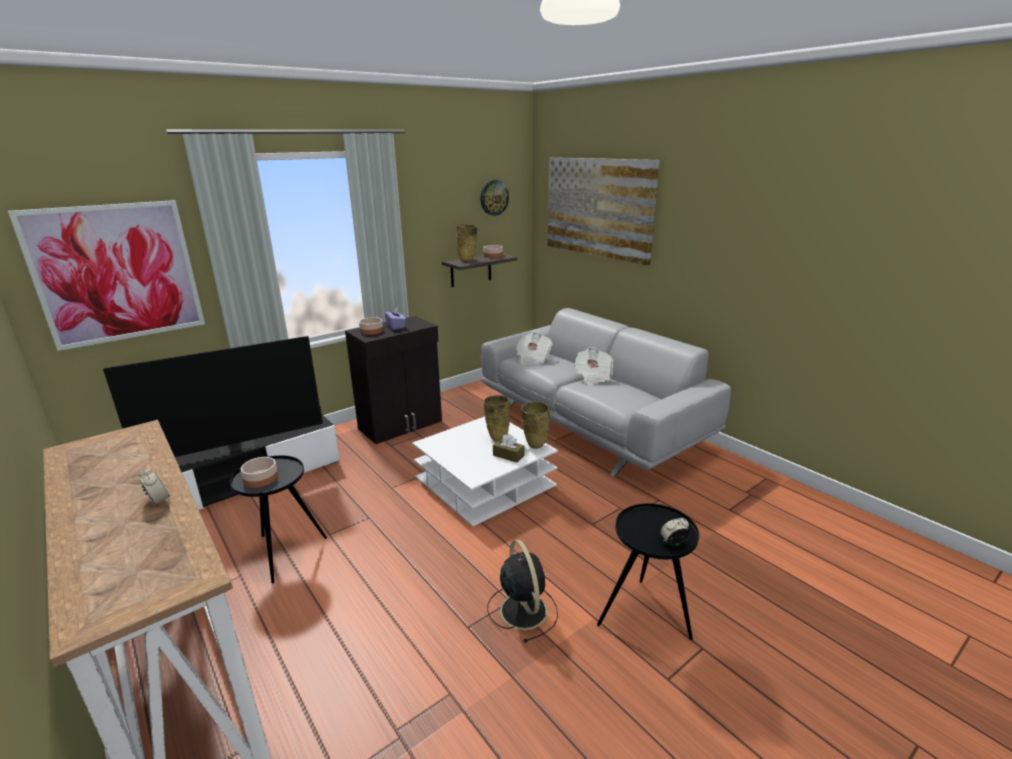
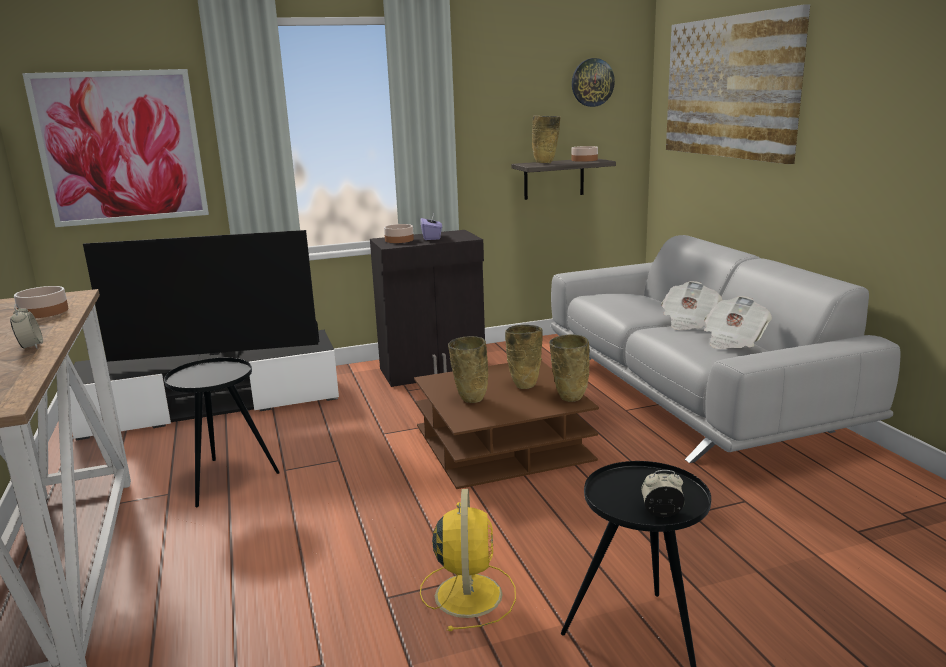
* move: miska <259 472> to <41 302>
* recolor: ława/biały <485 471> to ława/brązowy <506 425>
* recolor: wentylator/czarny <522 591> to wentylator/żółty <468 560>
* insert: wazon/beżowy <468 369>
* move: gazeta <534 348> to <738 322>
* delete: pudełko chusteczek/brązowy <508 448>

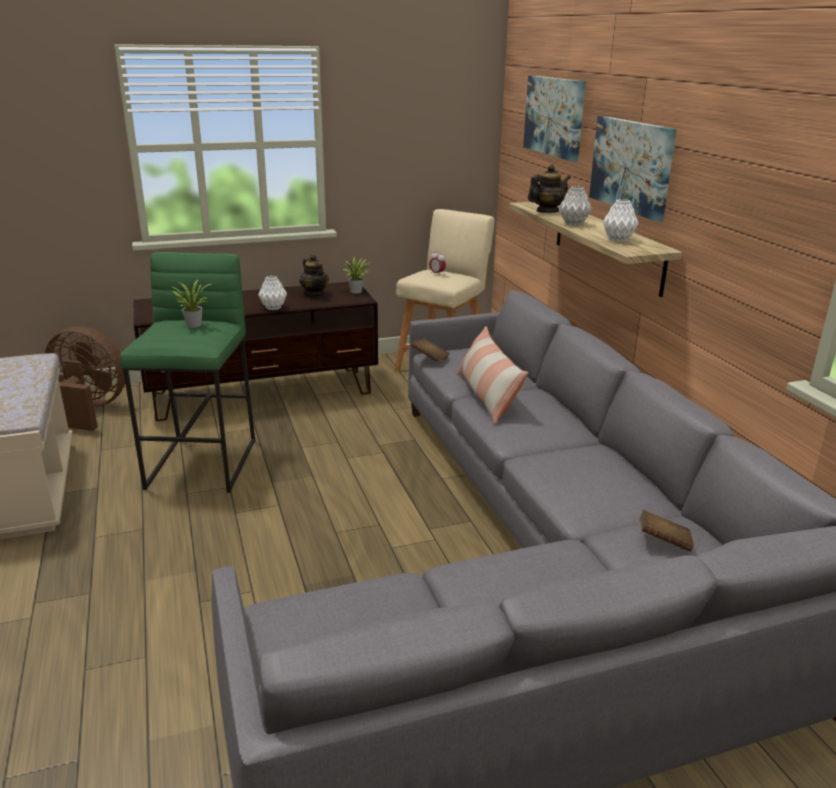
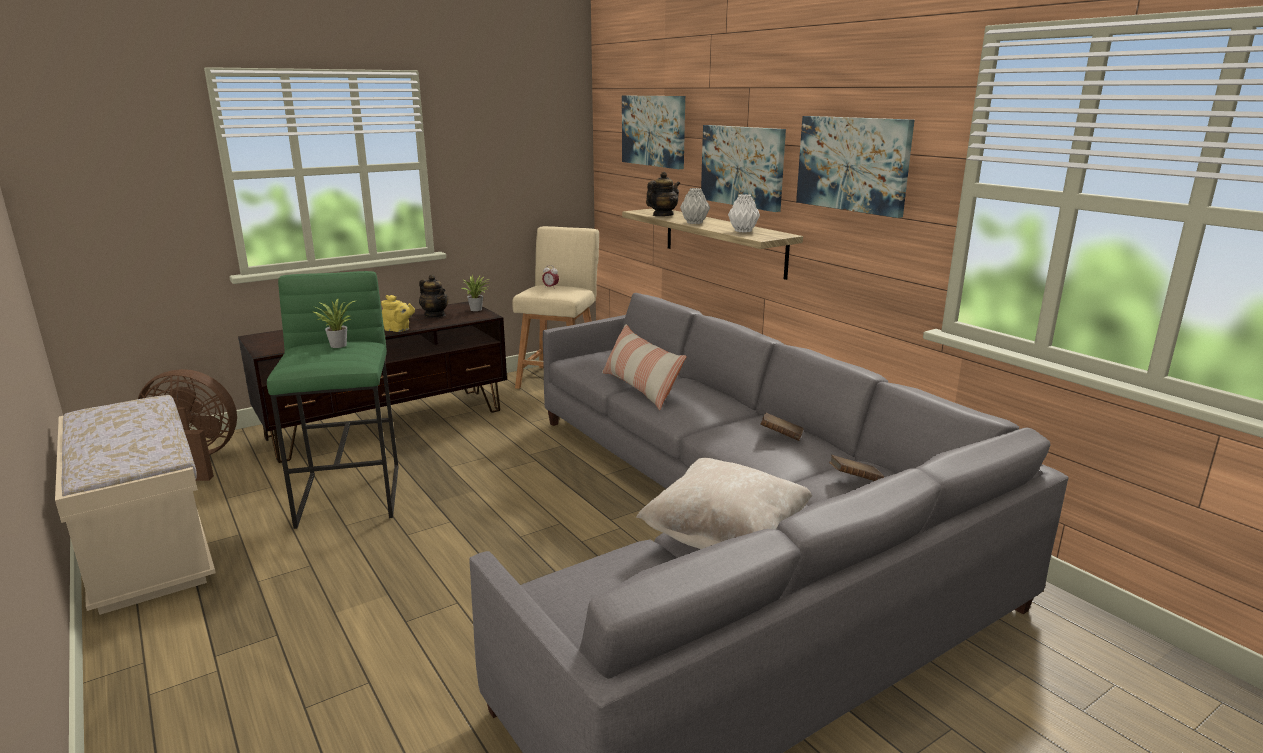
* replace: wazon/biały <272 293> to imbryk/żółty <398 313>
* insert: poduszka/beżowy <724 503>
* move: książka/brązowy <430 350> to <782 427>
* insert: obraz <855 167>

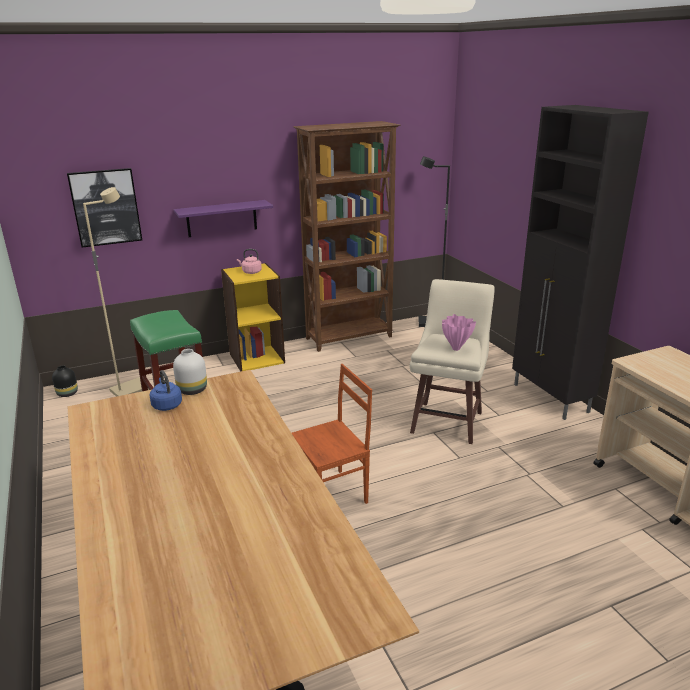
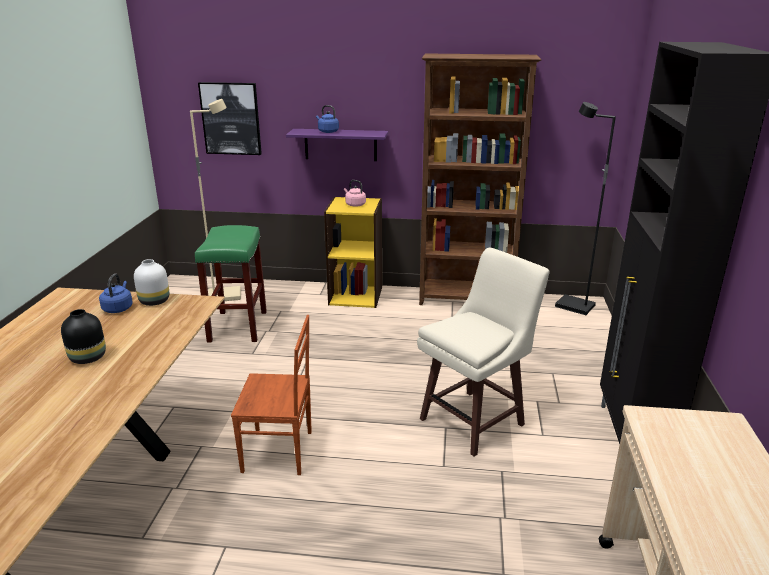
* move: wazon/czarny <65 381> to <83 336>
* insert: czajnik/niebieski <327 119>
* delete: wazon/różowy <459 332>

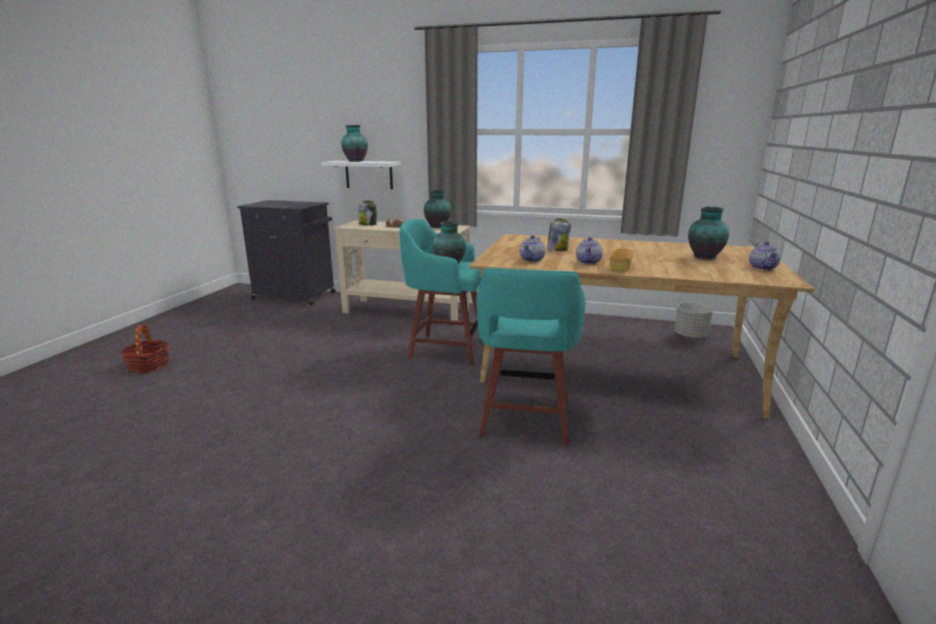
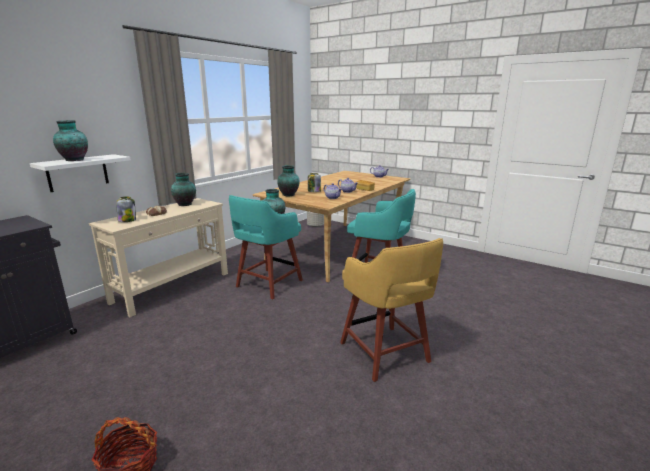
* move: wazon <708 233> to <288 180>
* insert: stołek/żółty <391 310>

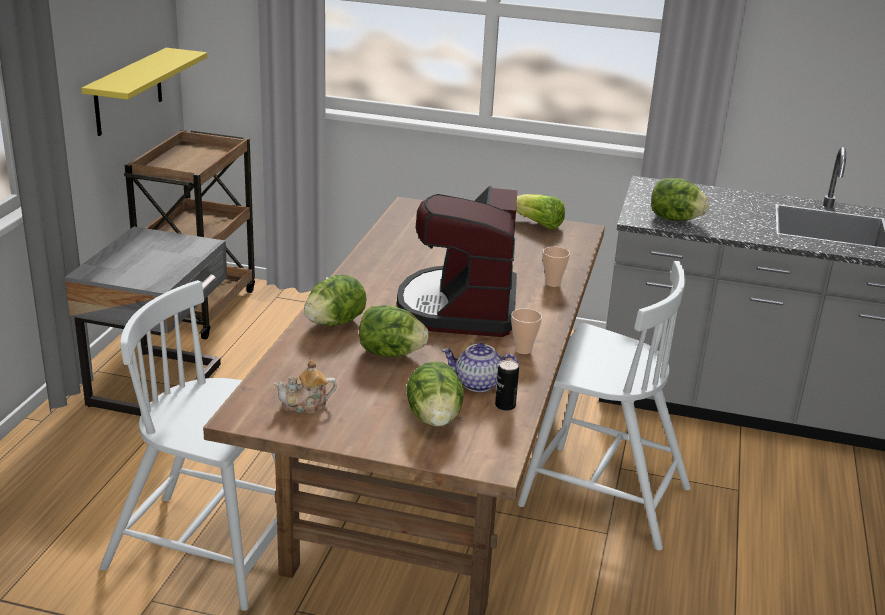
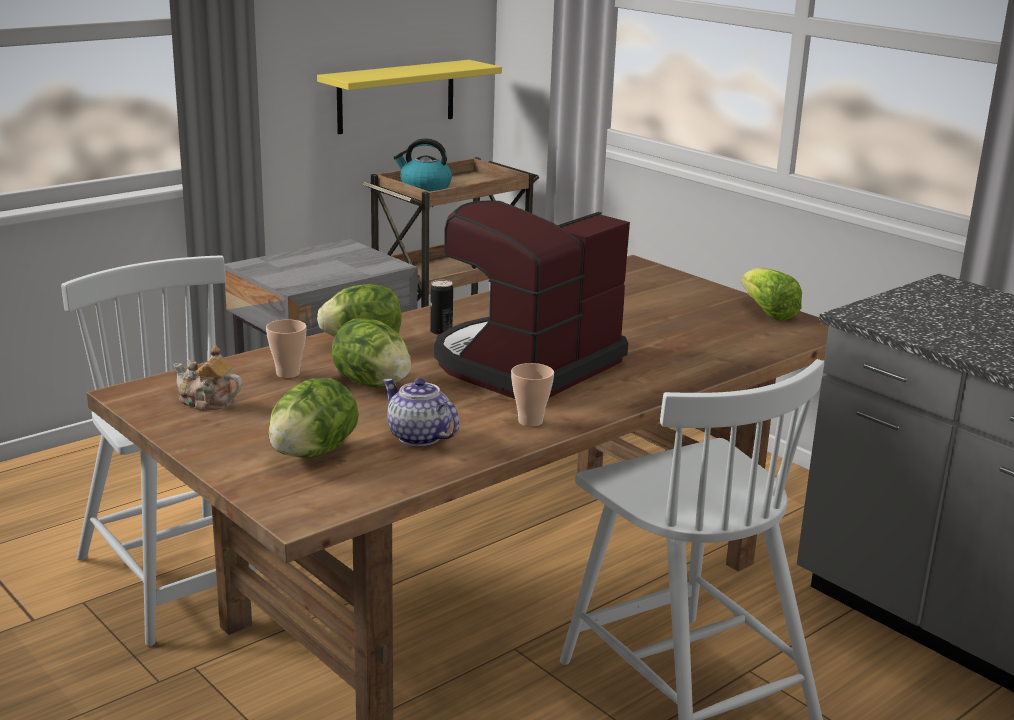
* move: filiżanka <556 267> to <286 349>
* insert: czajnik <422 165>
* move: puszka <507 385> to <441 307>
* delete: sałata <680 199>

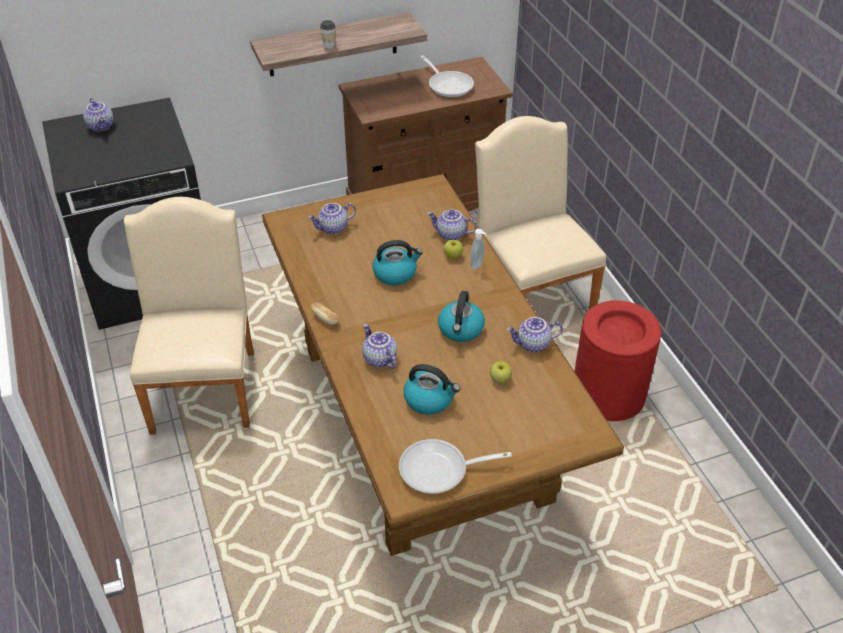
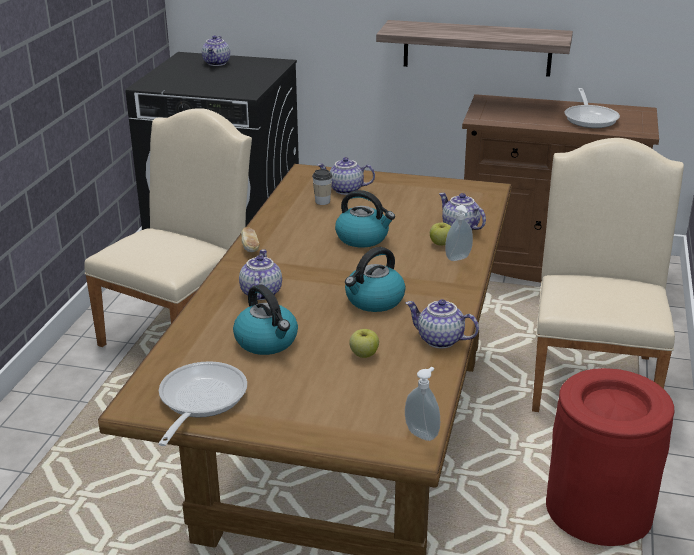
* rotate: patelnia <455 466> = <202 403> 75 degrees clockwise
* move: filiżanka <328 34> to <322 187>
* insert: dozownik mydła <422 404>

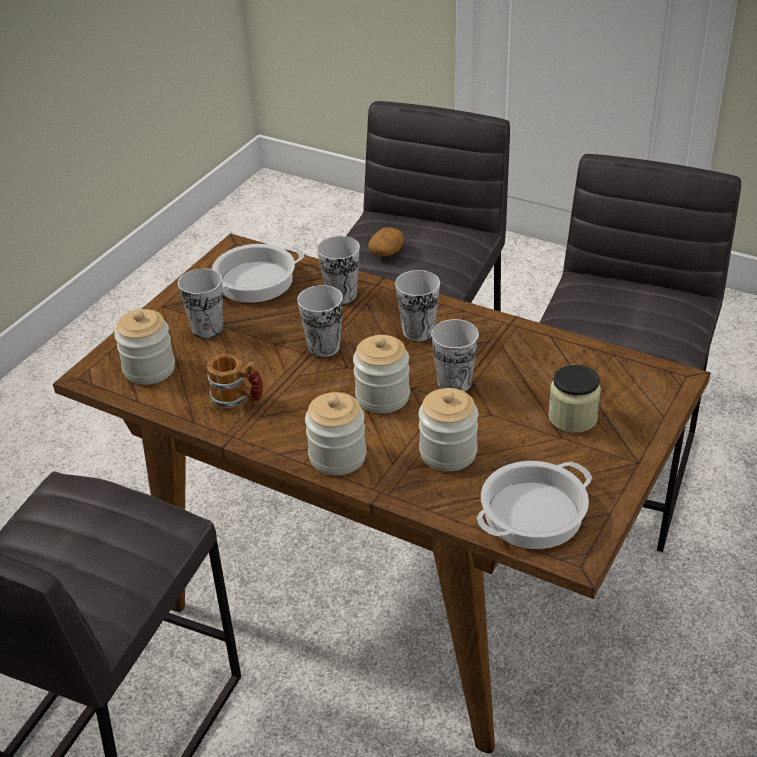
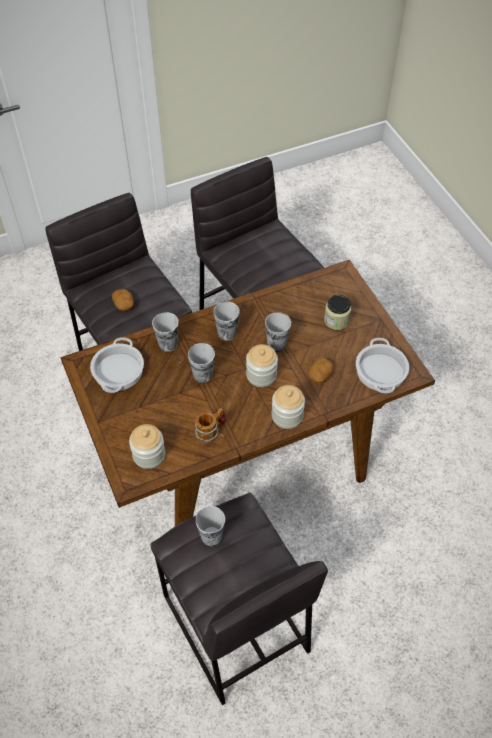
* move: filiżanka <200 303> to <210 526>
* replace: słoik <448 429> to ziemniak <320 370>

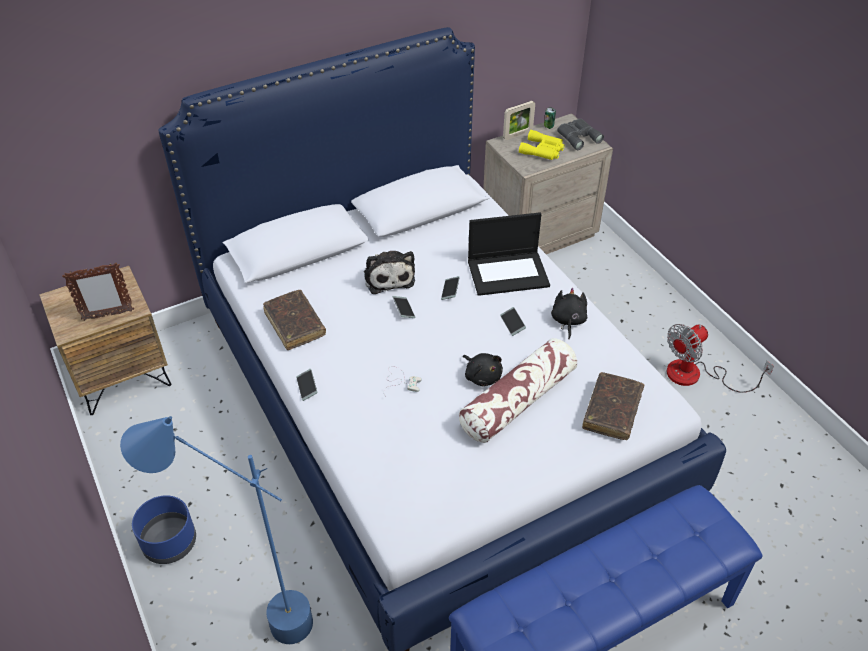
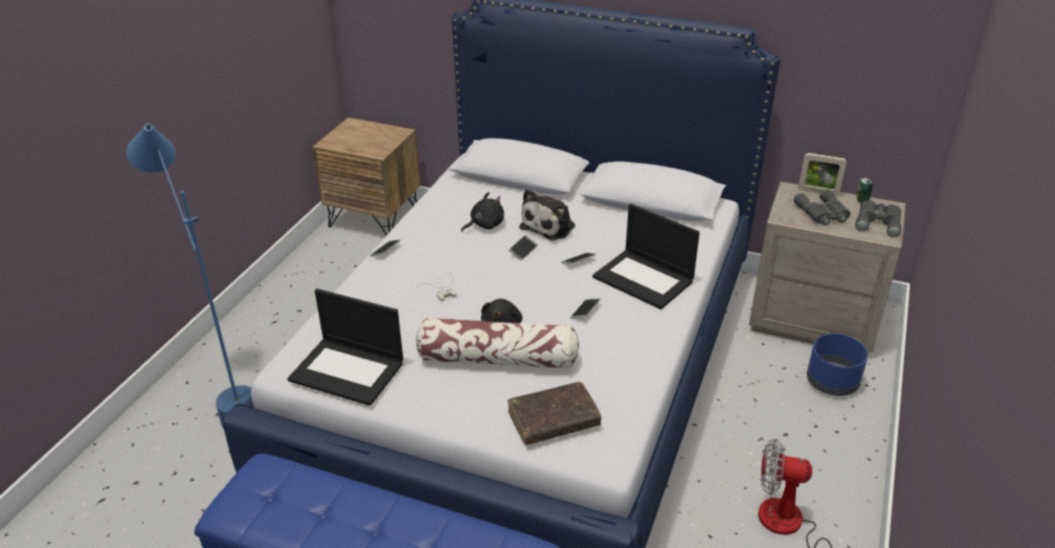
* insert: laptop <345 347>
* move: pluszak/czarny <569 313> to <482 212>
* recolor: lornetka/żółty <542 145> to lornetka/szary <822 207>
* move: donica/niebieski <164 529> to <837 364>
* delete: ramka na zdjęcie <98 292>
* delete: książka/brązowy <294 320>

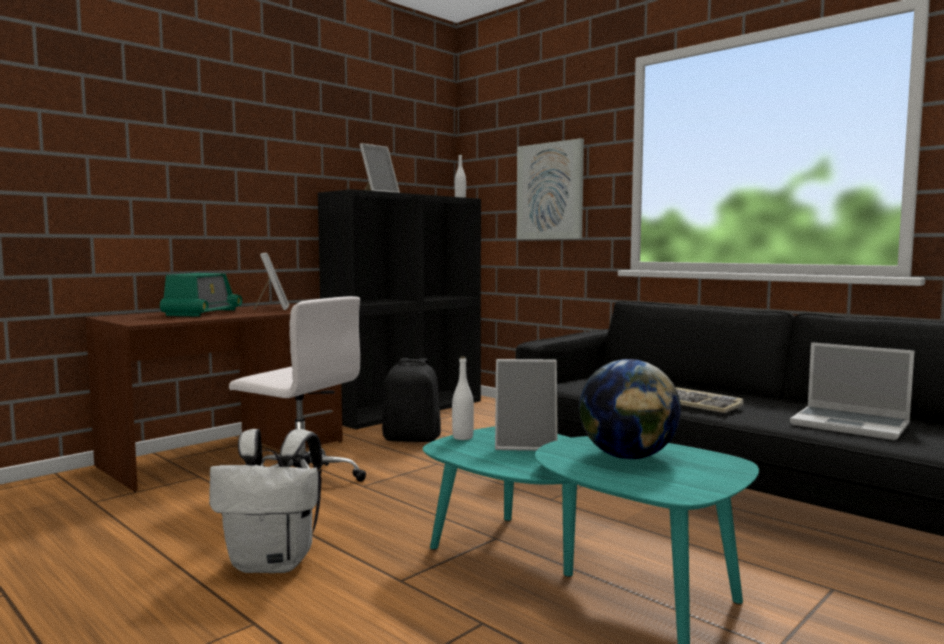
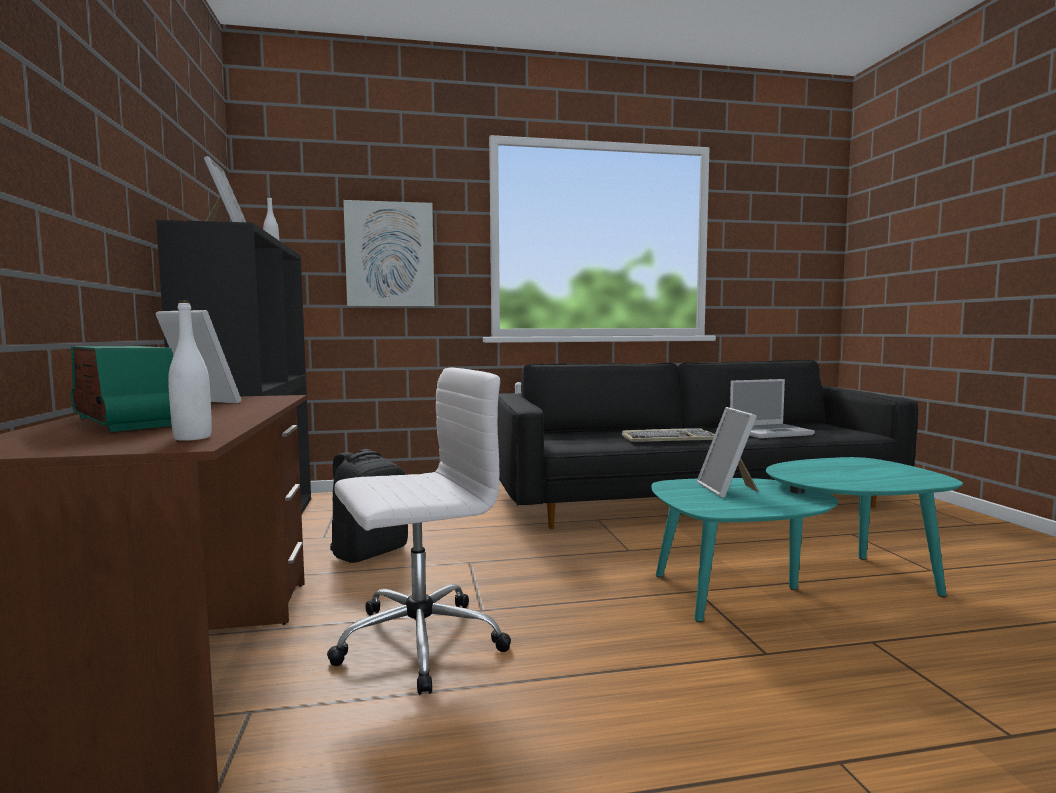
* move: butelka/biały <463 398> to <190 370>
* rotate: ramka na zdjęcie <526 405> = <728 452> 135 degrees clockwise
* delete: plecak/biały <265 501>
* delete: globus <630 409>

